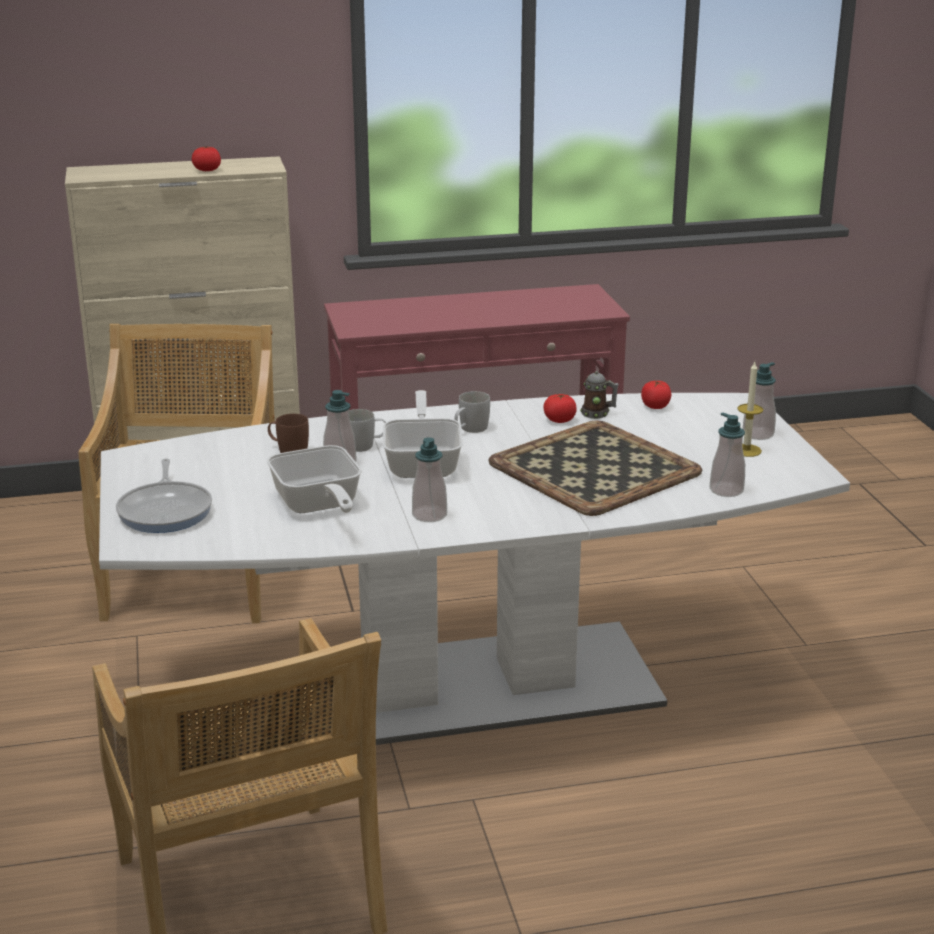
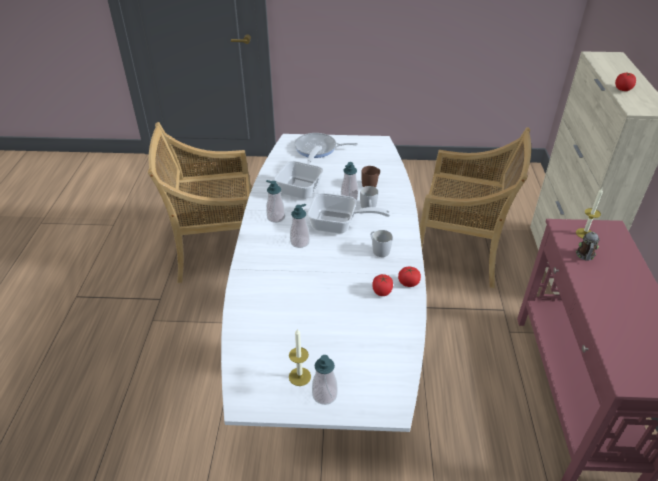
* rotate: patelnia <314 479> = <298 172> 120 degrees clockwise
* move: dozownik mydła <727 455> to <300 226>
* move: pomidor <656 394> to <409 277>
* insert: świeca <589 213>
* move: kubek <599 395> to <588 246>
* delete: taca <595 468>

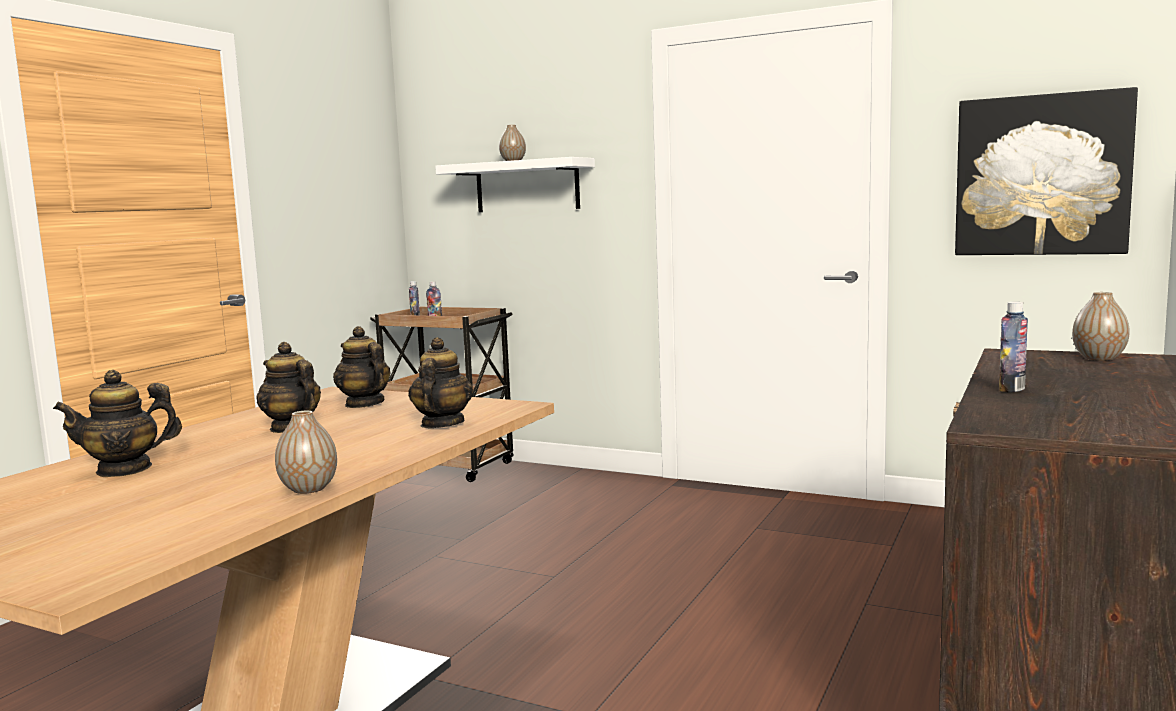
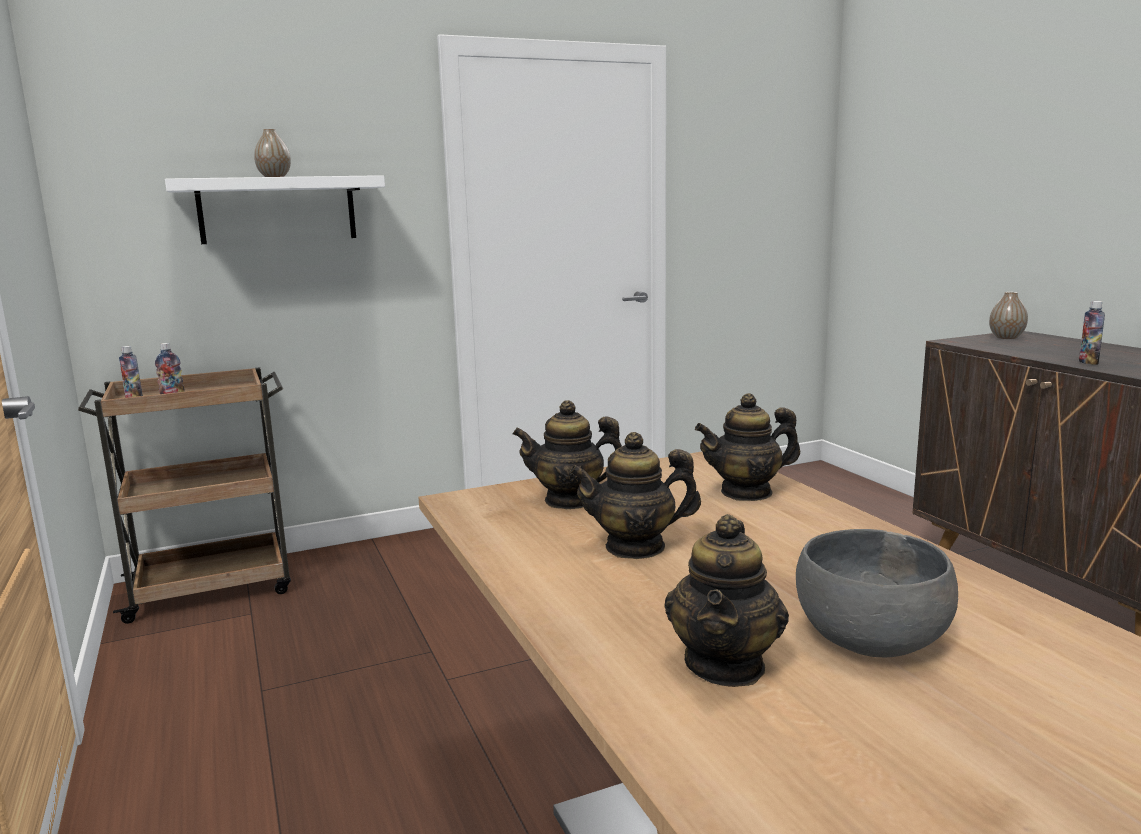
* rotate: imbryk <440 382> = <747 447> 60 degrees counterclockwise
* insert: miska/szary <877 593>
* delete: wazon <306 452>
* delete: obraz <1046 171>

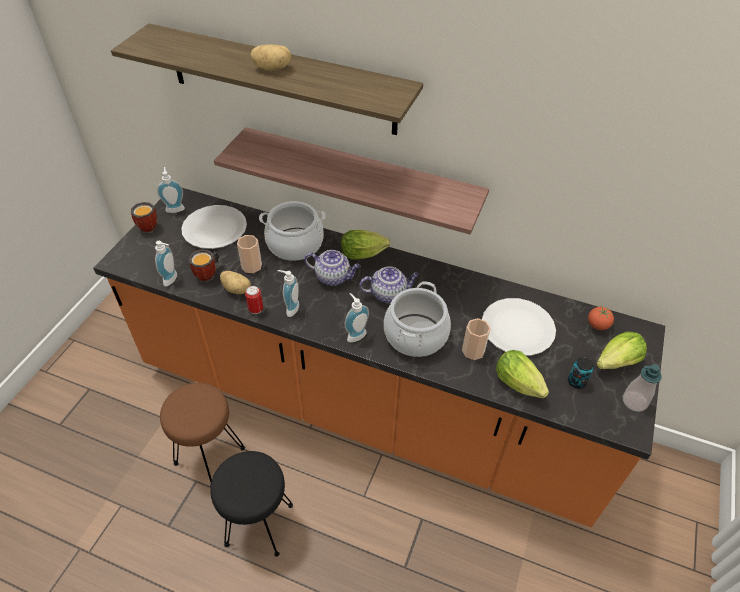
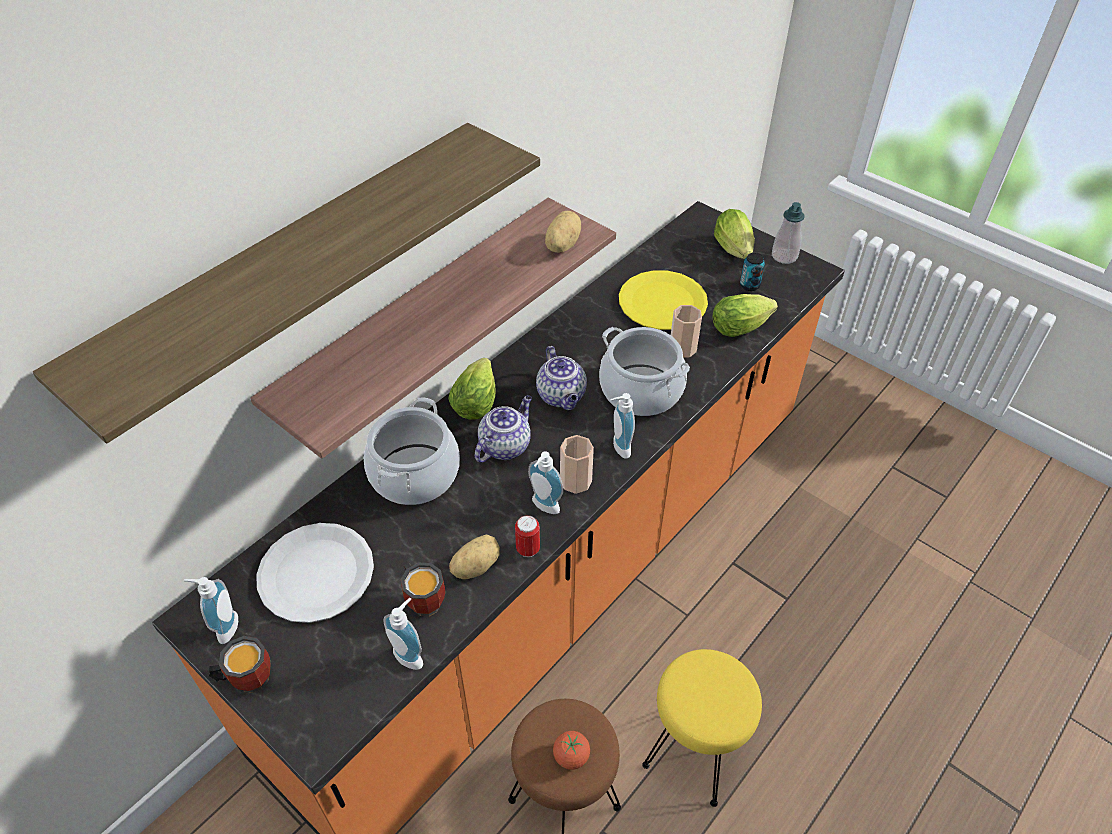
* rotate: imbryk <389 284> = <561 378> 150 degrees clockwise
* move: ziemniak <271 57> to <563 232>
* move: pomidor <601 318> to <571 750>
* move: filiżanka <249 254> to <577 464>
* recolor: talerz/biały <519 327> to talerz/żółty <663 300>
* recolor: stołek/czarny <251 504> to stołek/żółty <702 728>

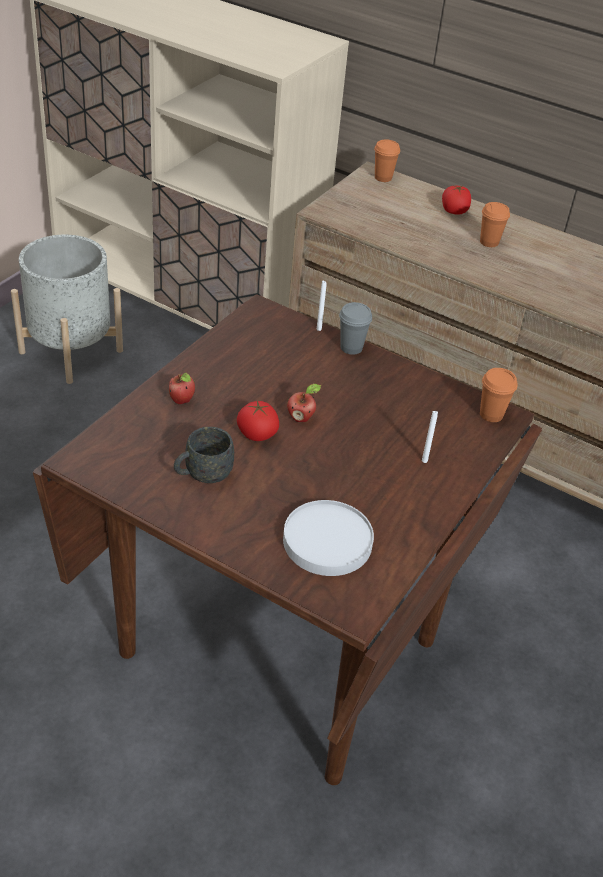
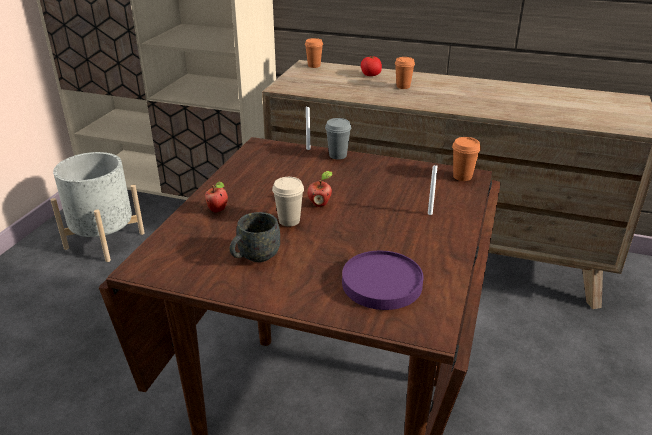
* replace: pomidor <258 420> to filiżanka/beżowy <288 201>
* recolor: talerz/biały <328 538> to talerz/fioletowy <383 280>

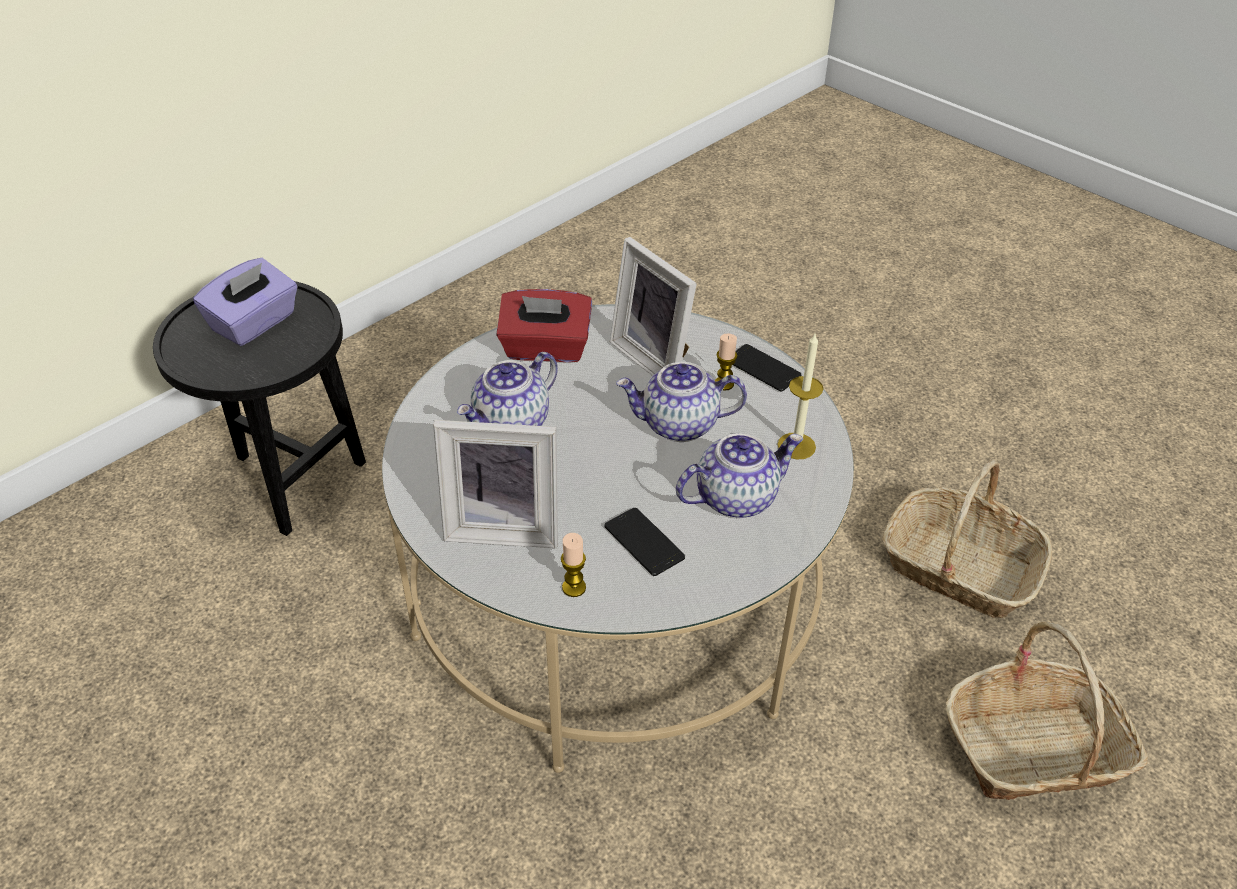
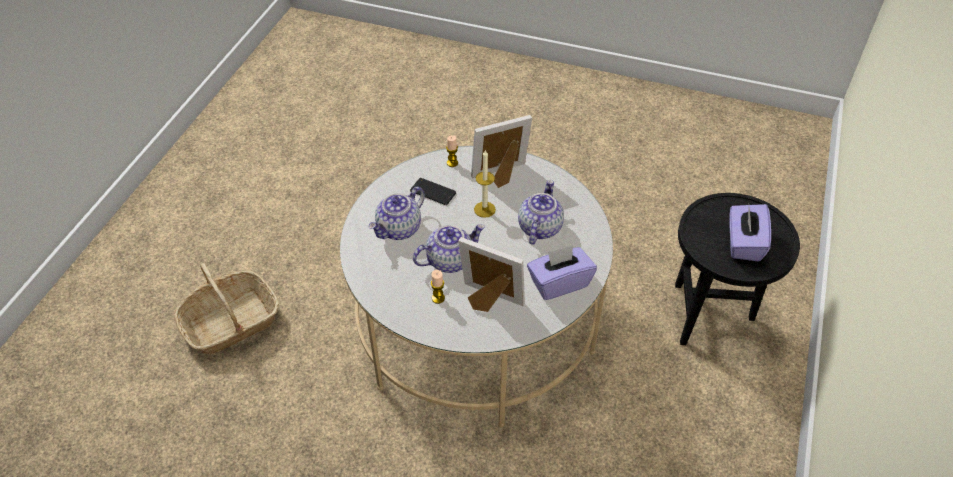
* move: świeca <800 395> to <485 183>
* recolor: pudełko chusteczek/czerwony <544 325> to pudełko chusteczek/fioletowy <562 272>
* delete: telefon <767 367>
* delete: koszyk <967 538>

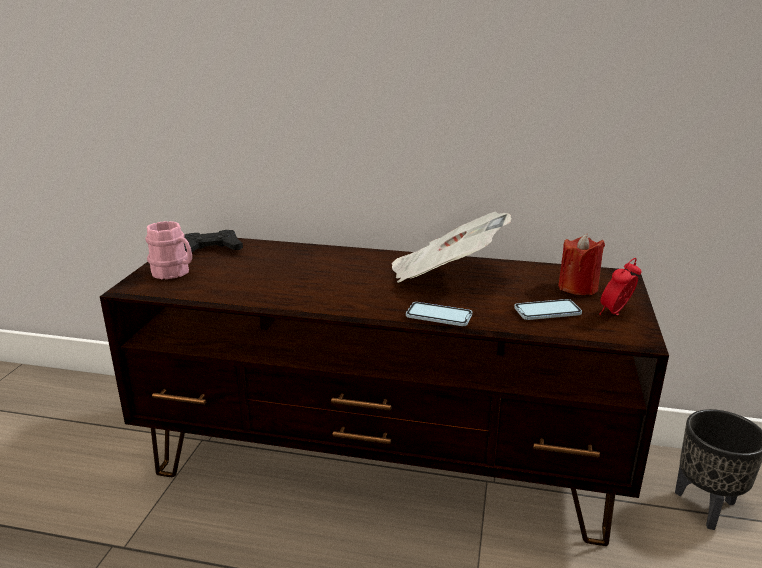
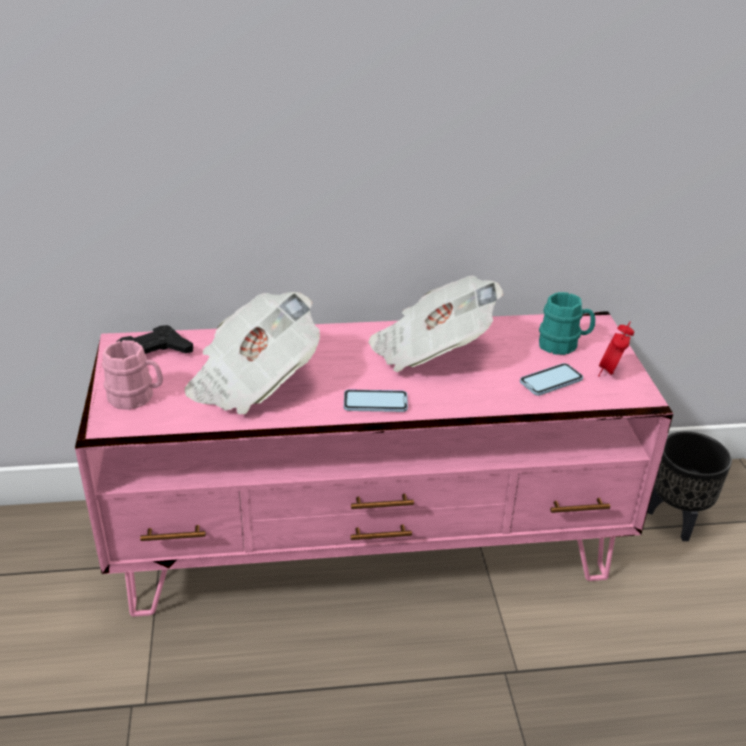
* recolor: szafka pod telewizor/brązowy <384 392> to szafka pod telewizor/różowy <374 464>
* insert: gazeta <252 353>
* move: telefon <439 314> to <376 401>
* replace: świeca/czerwony <581 264> to kubek/turkusowy <567 323>

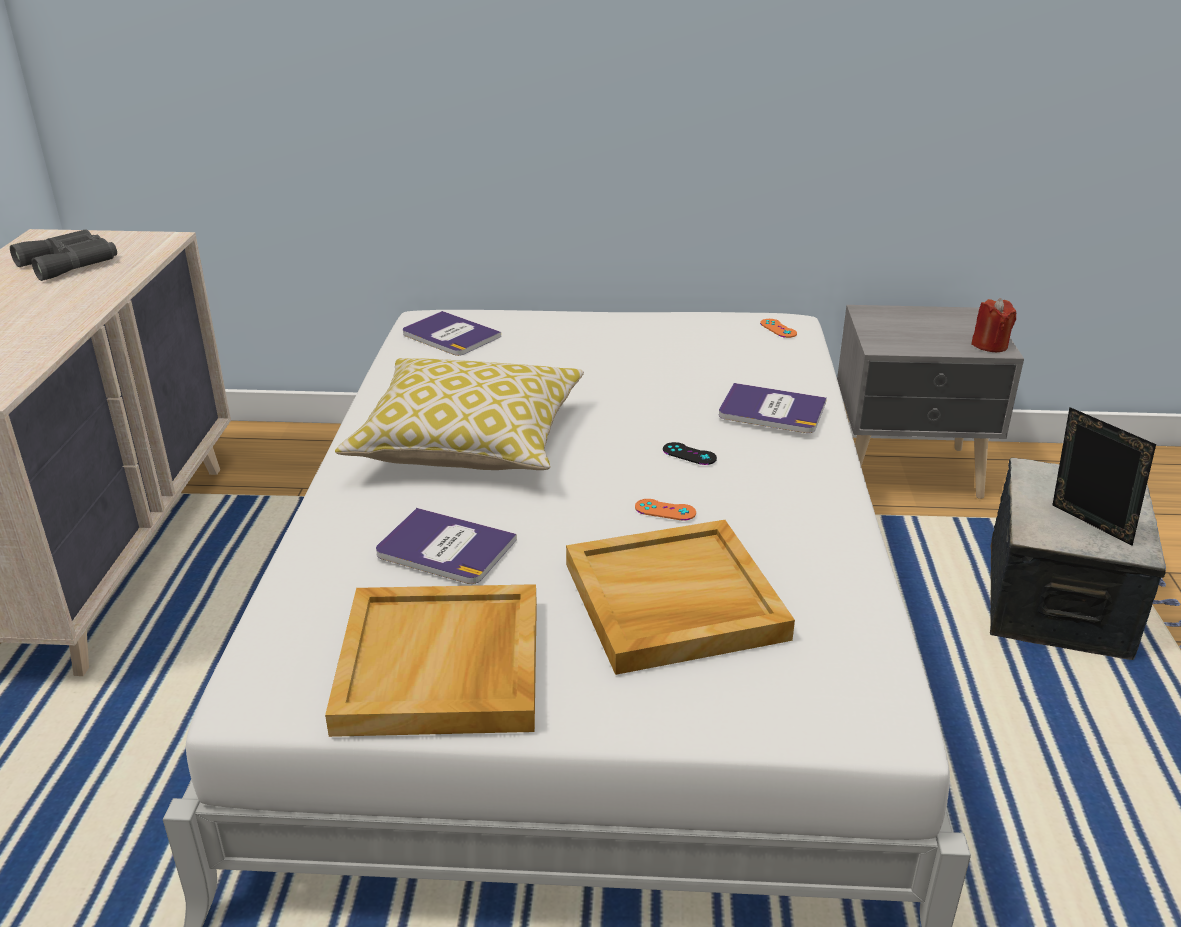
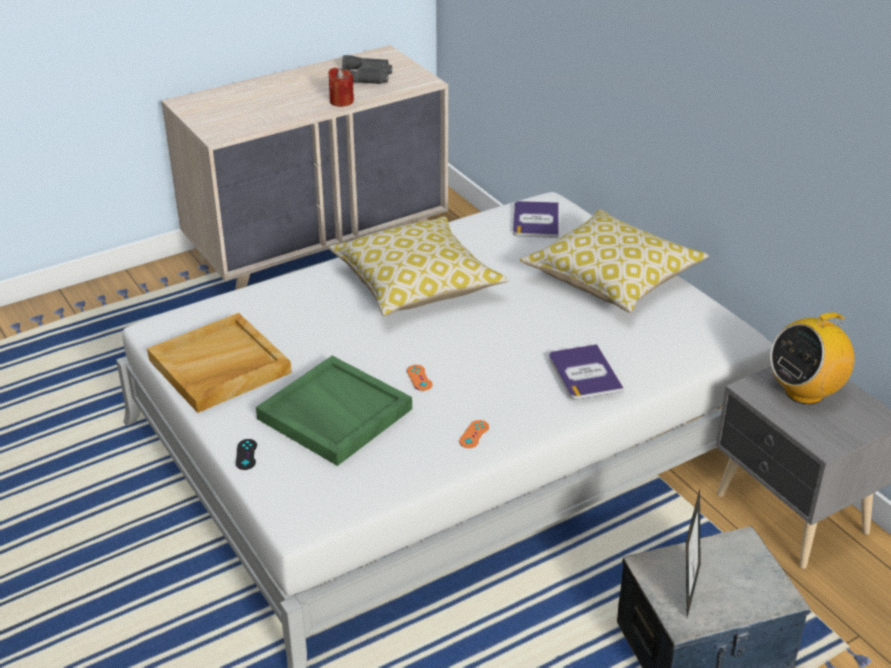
* move: pad do gier/czarny <690 453> to <246 454>
* recolor: taca/beżowy <680 597> to taca/zielony <334 411>
* move: świeca/czerwony <993 325> to <341 87>
* move: pad do gier/pomarańczowy <778 328> to <474 434>
* insert: poduszka <614 260>
* insert: radio <812 356>
* delete: książka <446 546>

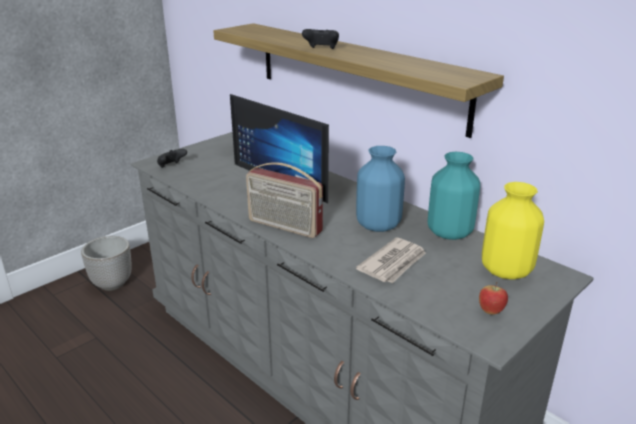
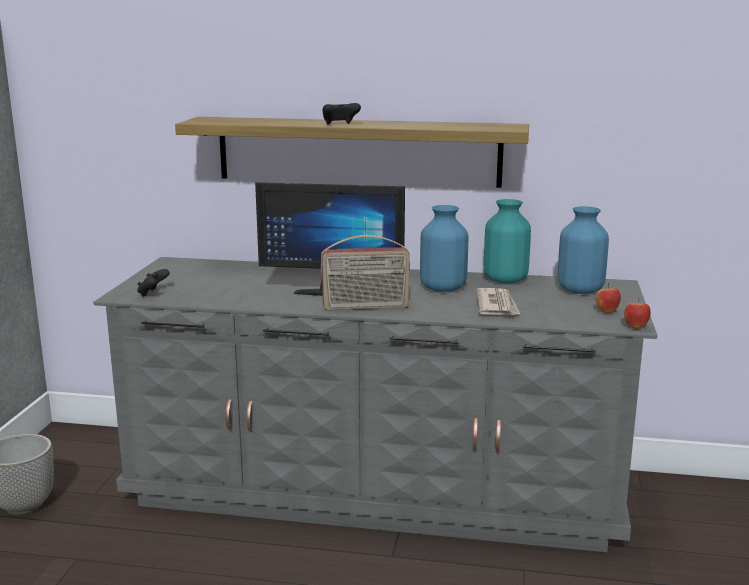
* recolor: wazon/żółty <513 231> to wazon/niebieski <583 250>
* insert: jabłko <637 313>

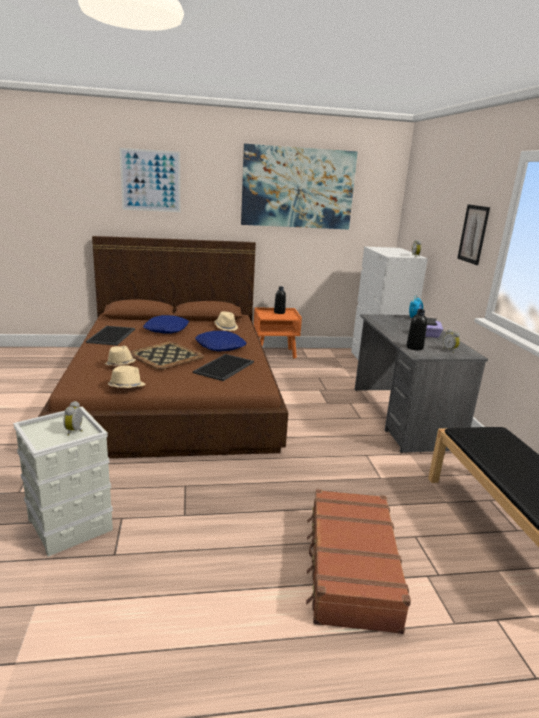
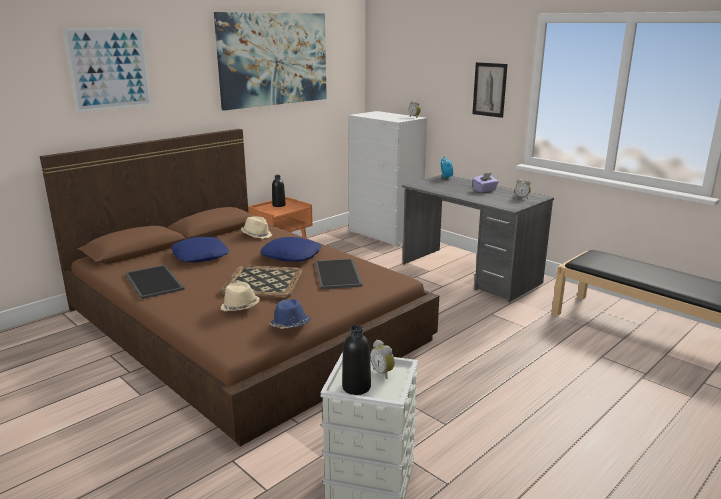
* recolor: kapelusz/beżowy <126 376> to kapelusz/niebieski <289 314>
* move: butelka/czarny <416 329> to <356 360>
* delete: walizka/brązowy <358 561>

